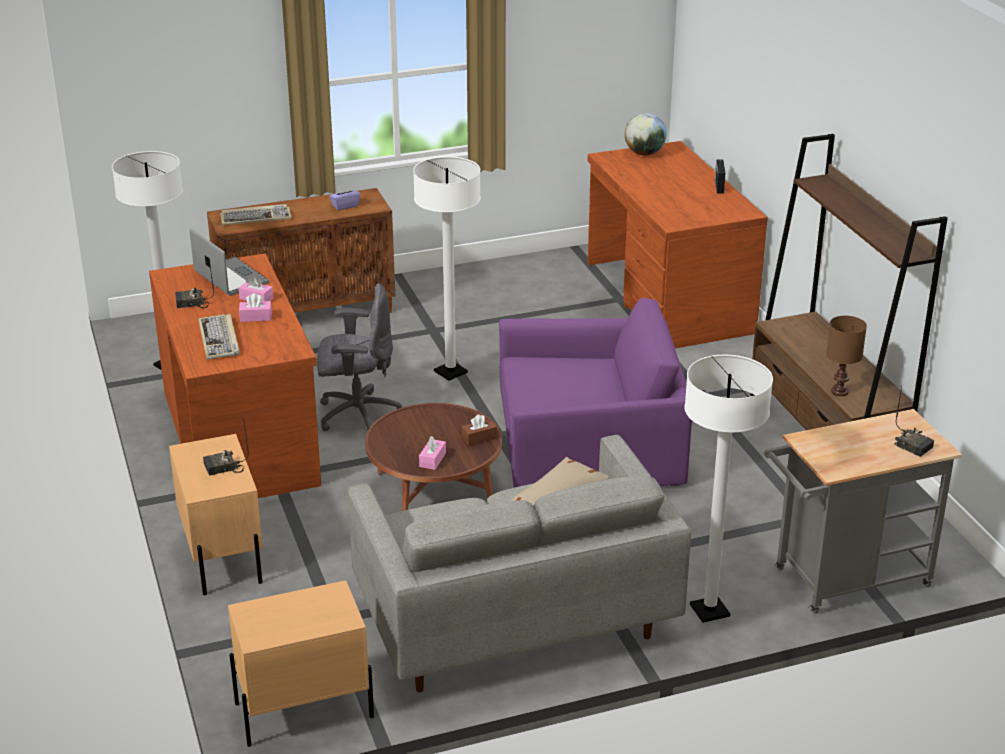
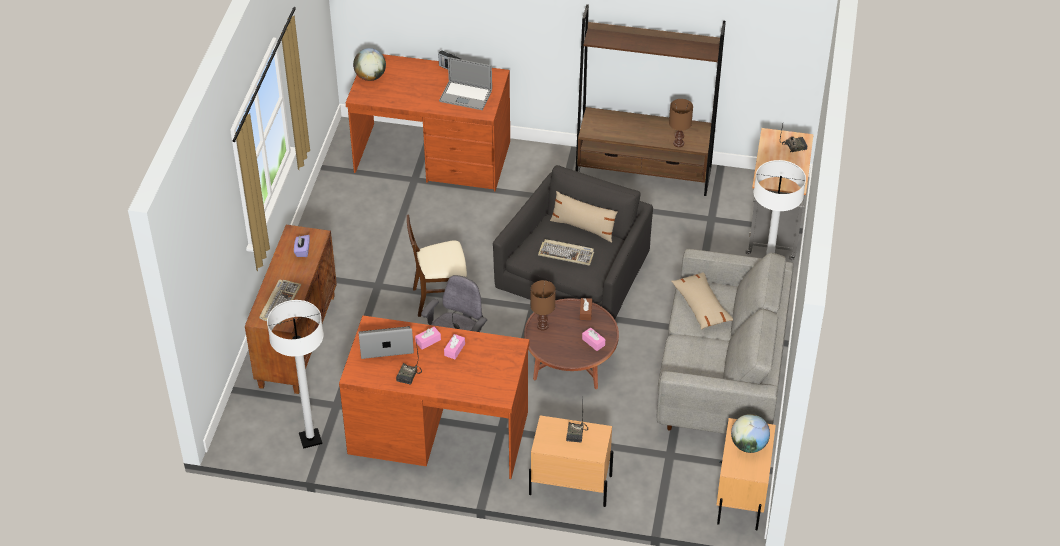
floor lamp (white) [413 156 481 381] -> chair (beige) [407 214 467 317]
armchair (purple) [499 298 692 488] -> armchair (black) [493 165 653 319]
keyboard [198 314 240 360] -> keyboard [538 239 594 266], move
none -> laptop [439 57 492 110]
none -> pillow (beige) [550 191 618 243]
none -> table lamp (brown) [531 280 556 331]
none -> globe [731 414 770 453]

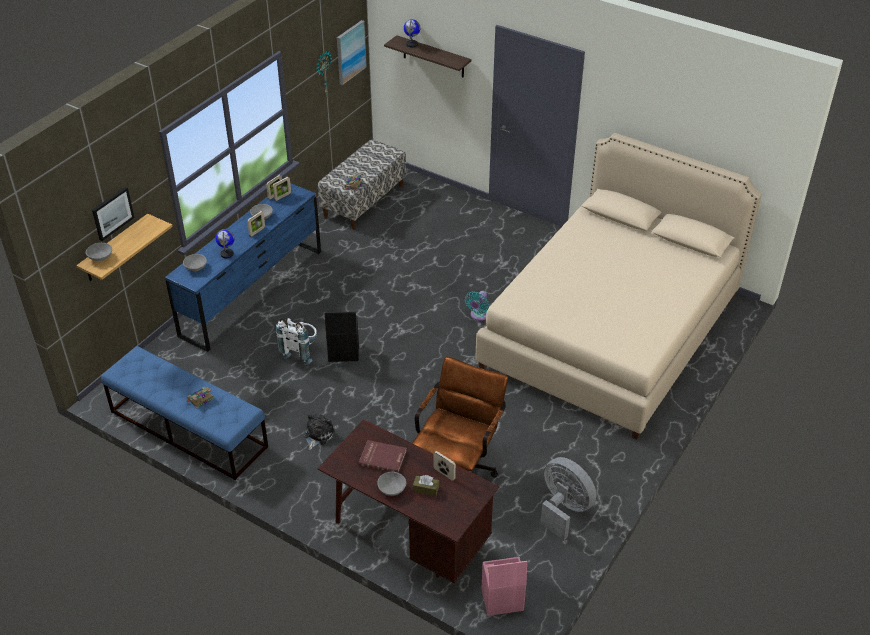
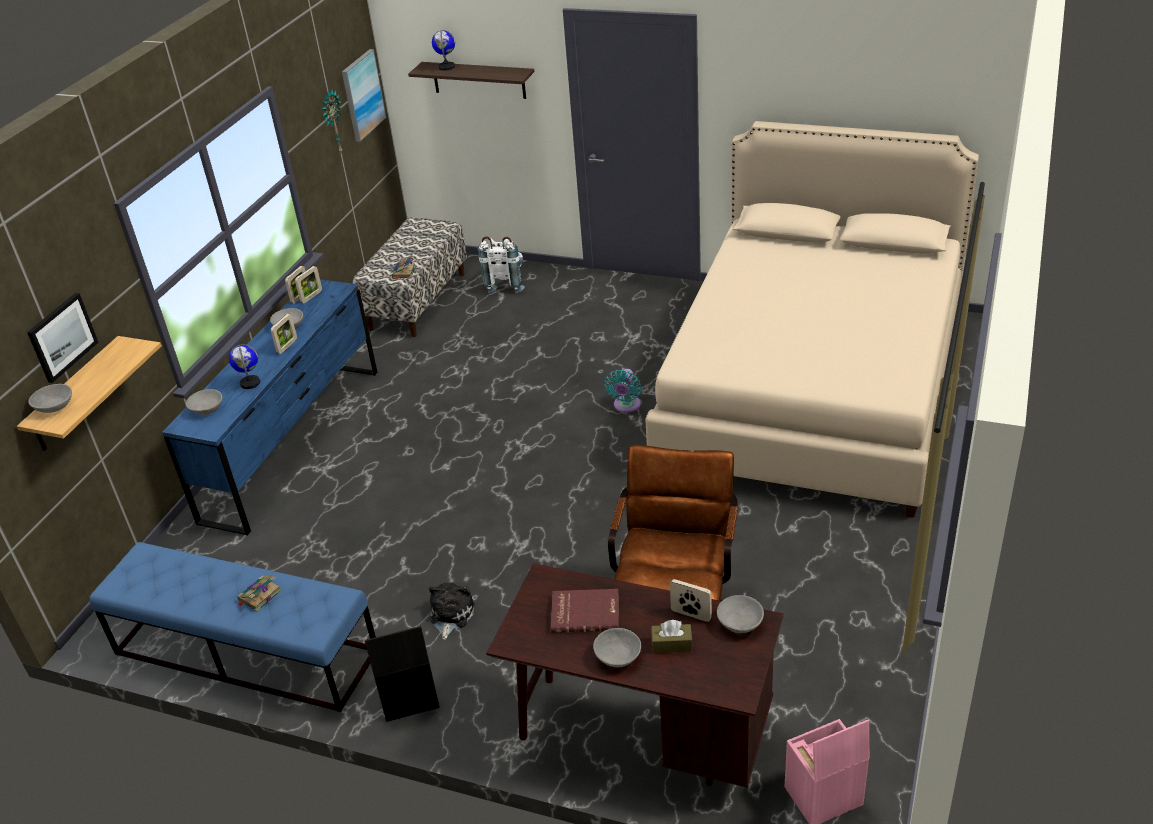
storage box (black) [324 312 359 362] -> storage box (black) [365 626 440 722], move
backpack (white) [276 318 317 365] -> backpack (white) [478 237 525 293], move
fan (grey) [541 457 596 540] -> none
none -> bowl (grey) [717 595 764 633]

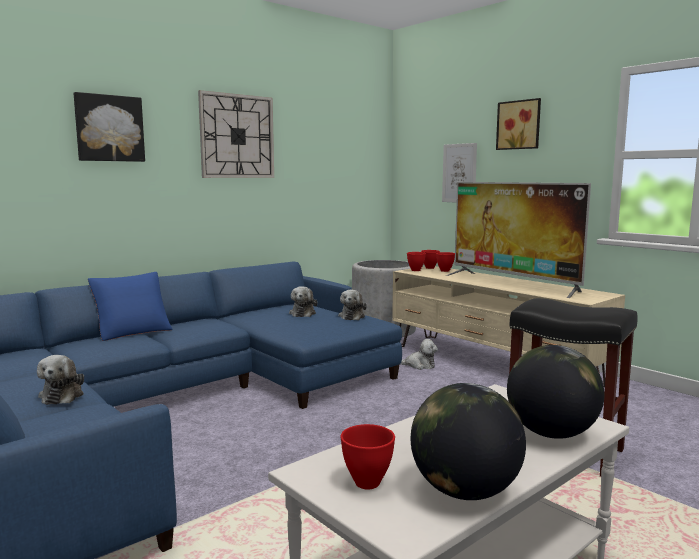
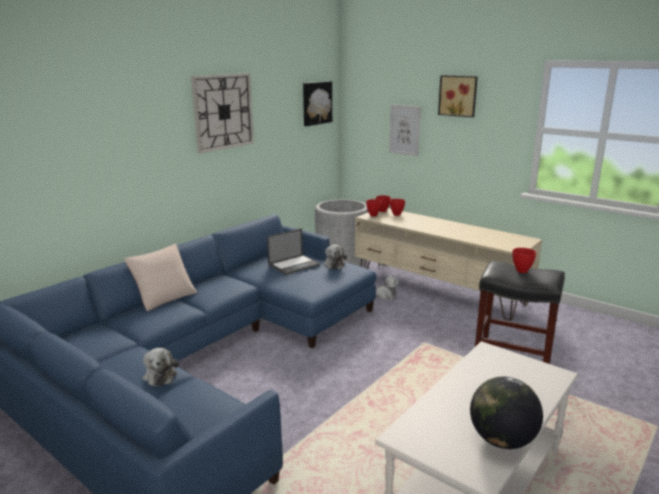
picture [74 92 145 162] -> picture [303 81 332 126], move
television [446 182 591 298] -> none
pillow (blue) [88 272 173 341] -> pillow (beige) [124 244 197 311]
plush toy [289 286 317 317] -> laptop [267 228 321 275]
globe [507 345 605 439] -> none
bowl (red) [340 424 395 489] -> bowl (red) [513 248 536 273], move

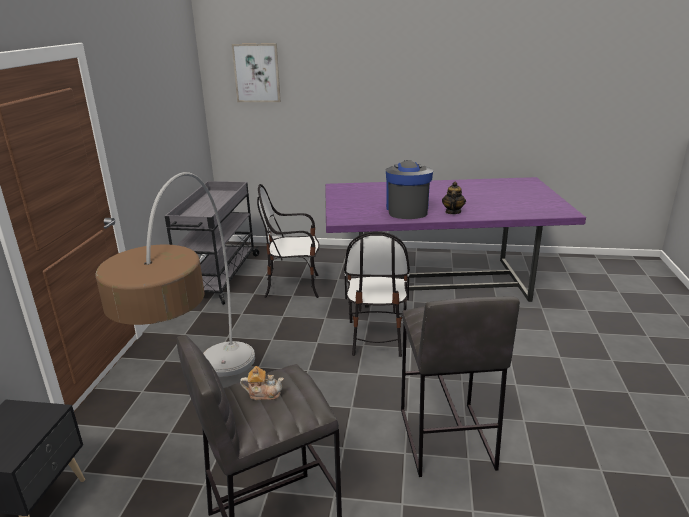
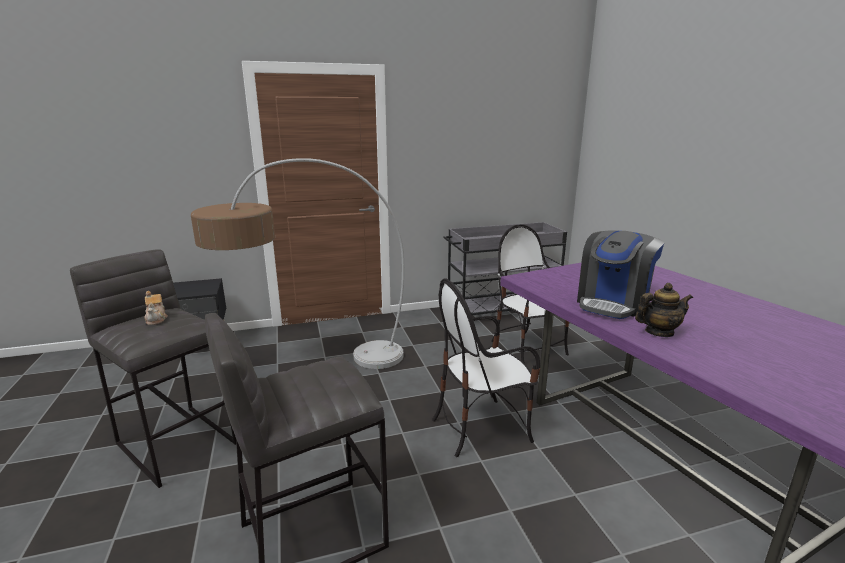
picture [232 43 281 102] -> none
coffee machine [386 160 433 219] -> coffee machine [577 230 664 319], 150 degrees clockwise

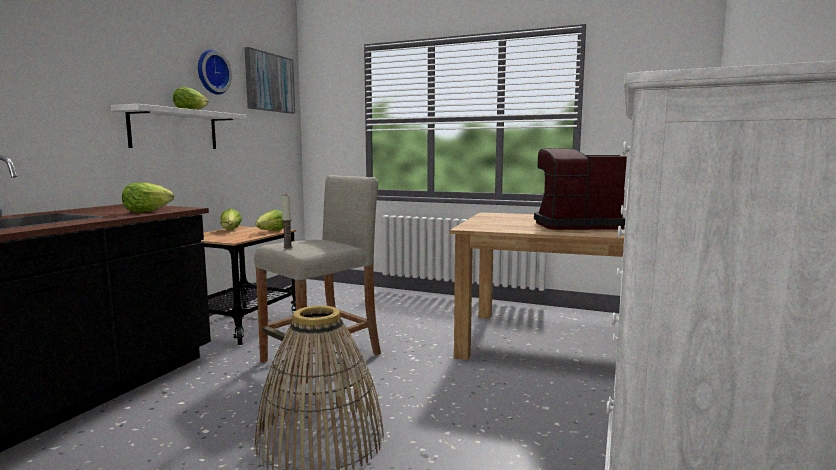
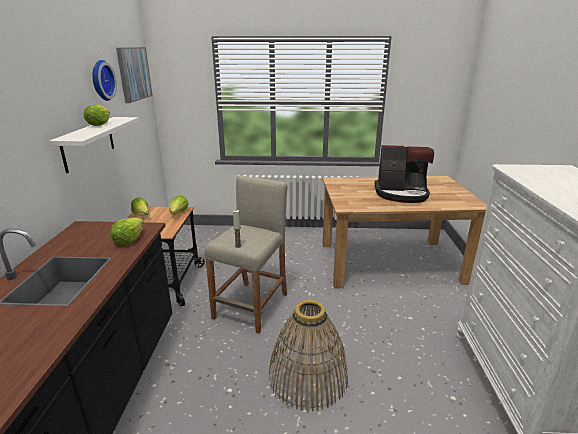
coffee machine [534 148 627 230] -> coffee machine [375 145 434 203], 150 degrees counterclockwise

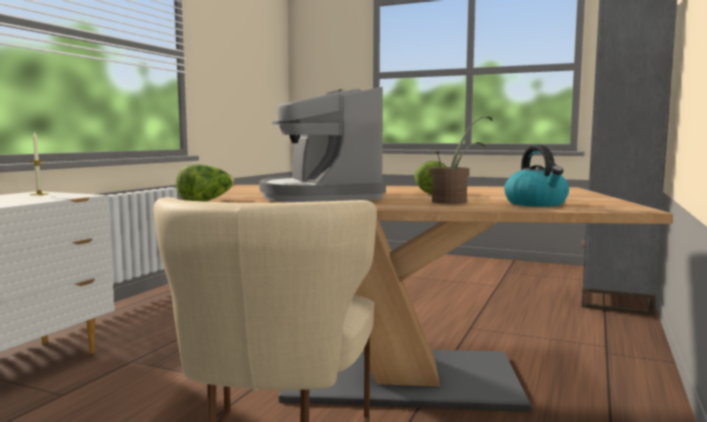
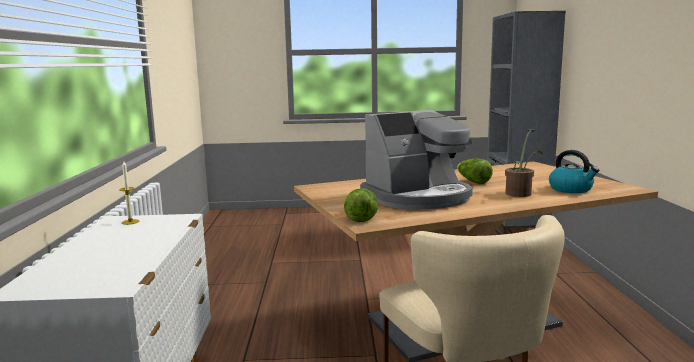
coffee machine [259 87 386 202] -> coffee machine [360 110 473 209], 75 degrees counterclockwise

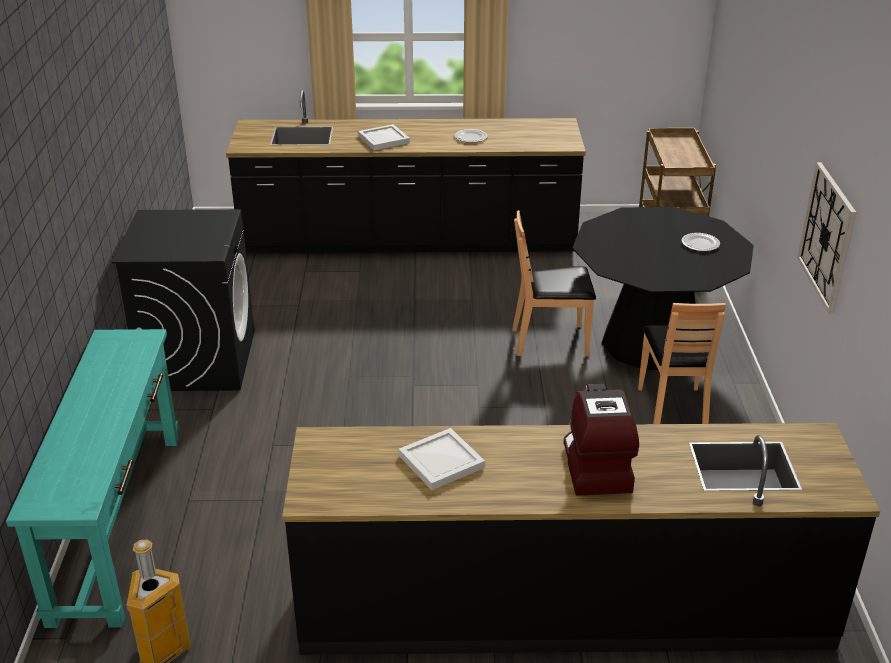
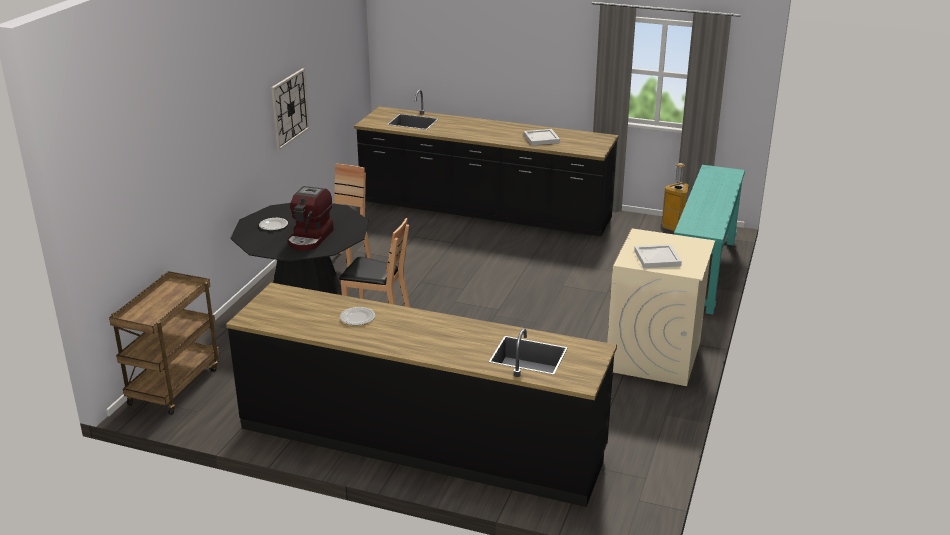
tray (white) [358 124 410 150] -> tray (white) [634 244 682 268], move
washing machine (black) [112 209 255 391] -> washing machine (beige) [607 228 715 386]
coffee machine [564 384 639 496] -> coffee machine [287 186 334 250], move

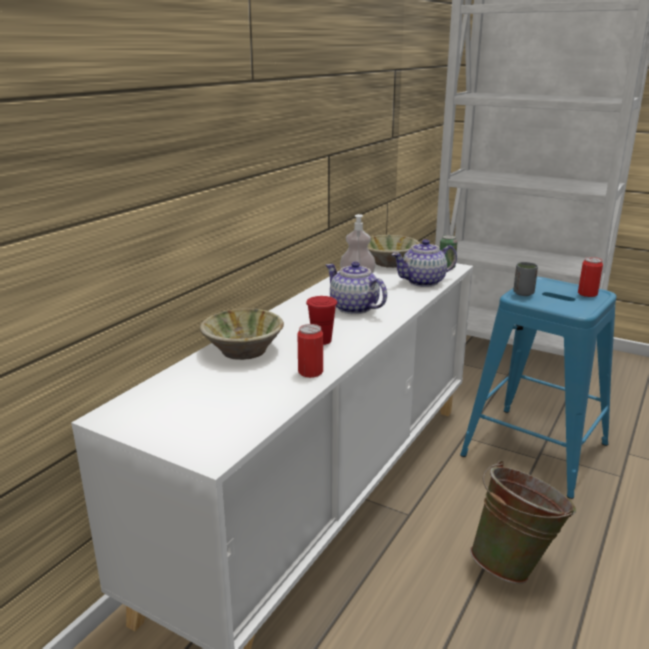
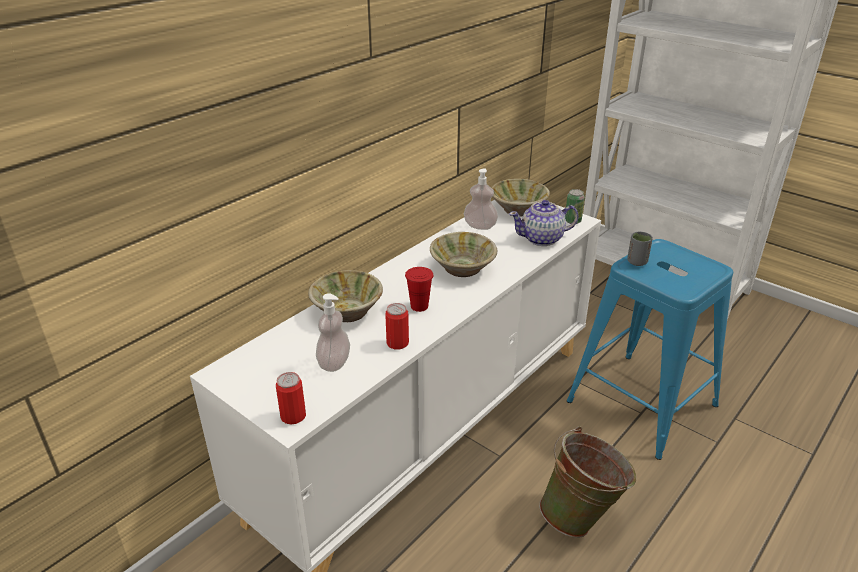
can [578 257 603 297] -> can [276 372 306 424], move
teapot [326 262 387 314] -> bowl (beige) [430 232 497 277]
none -> soap dispenser [316 293 350 372]

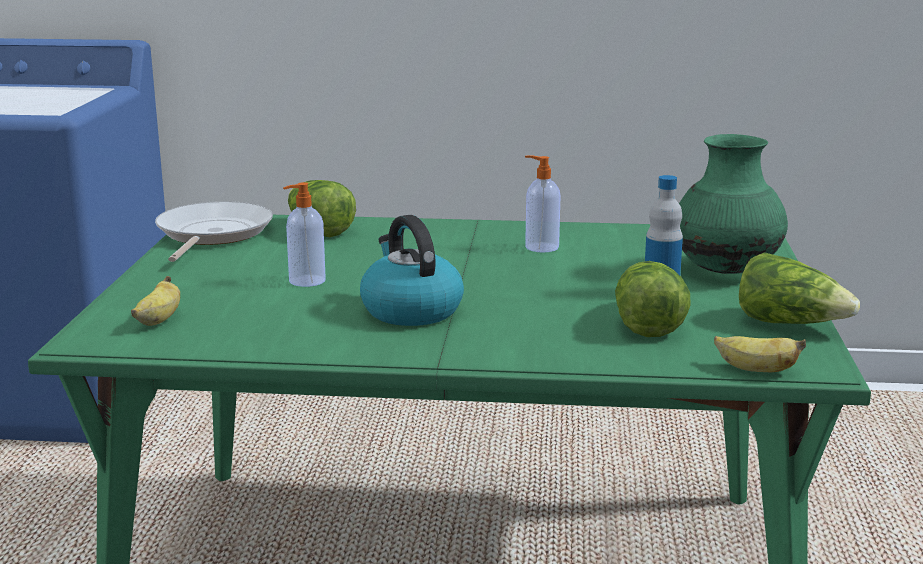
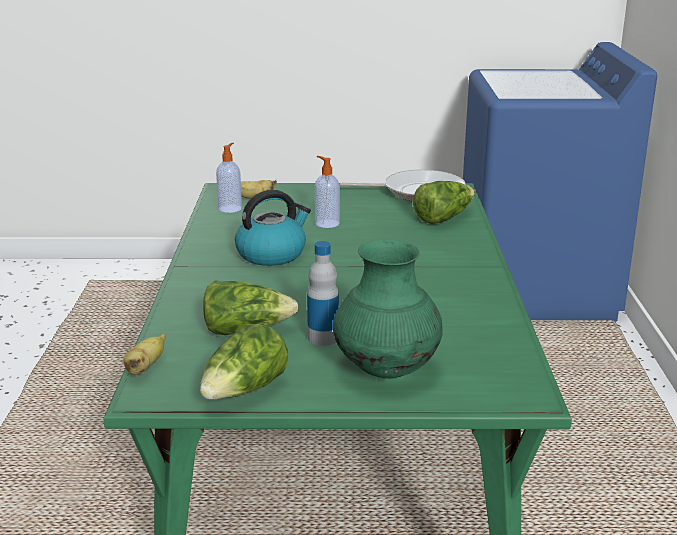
soap dispenser [525 155 561 253] -> soap dispenser [216 143 242 213], move

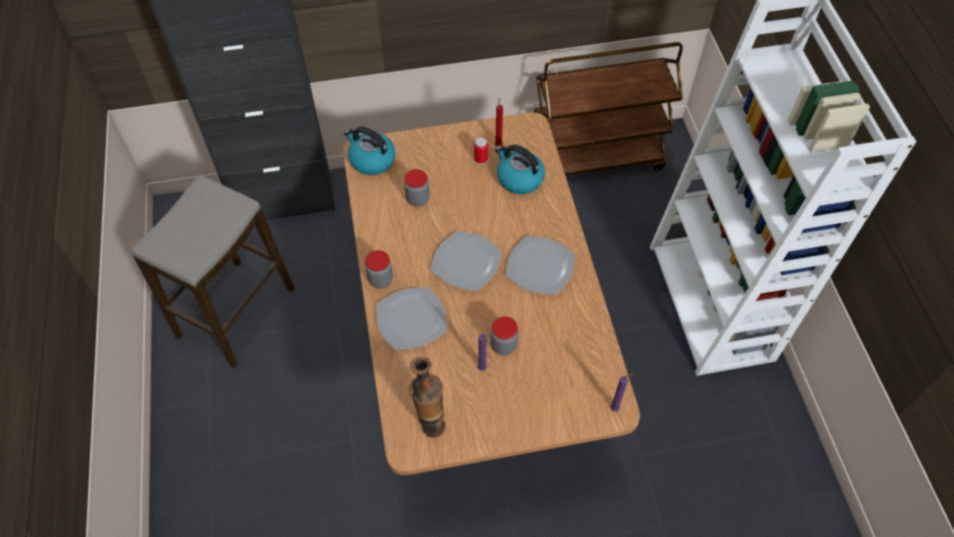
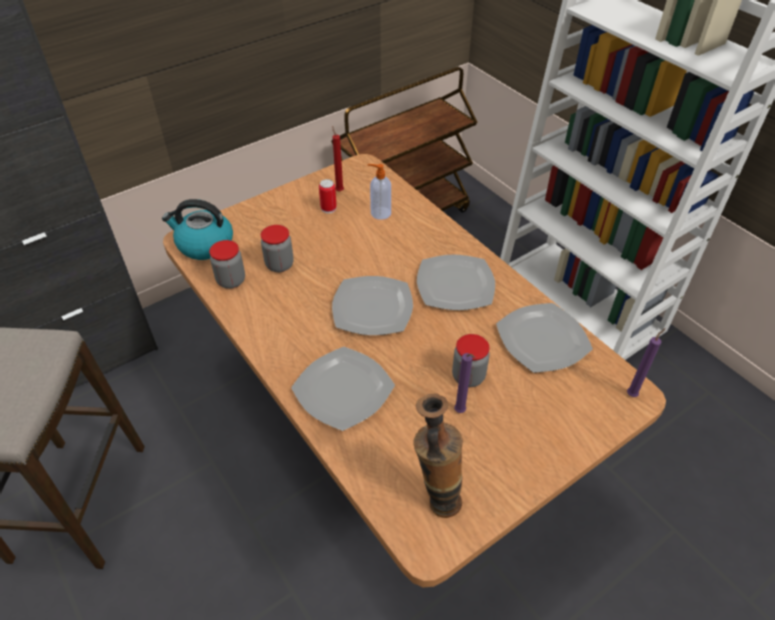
kettle [495 145 545 194] -> soap dispenser [368 164 391 220]
jar [365 250 393 288] -> jar [209 240 245 289], move
none -> plate [496 303 593 373]

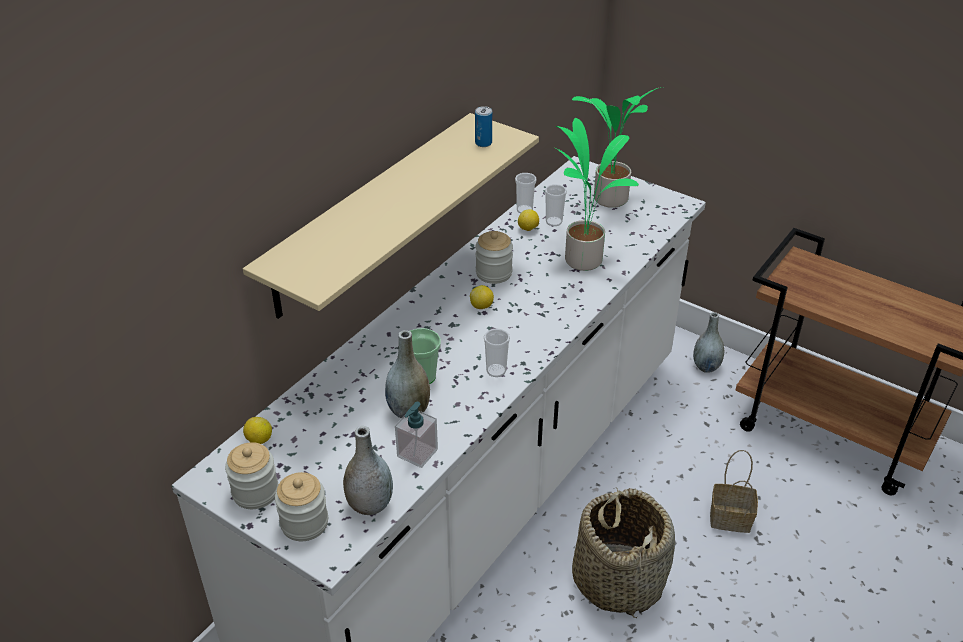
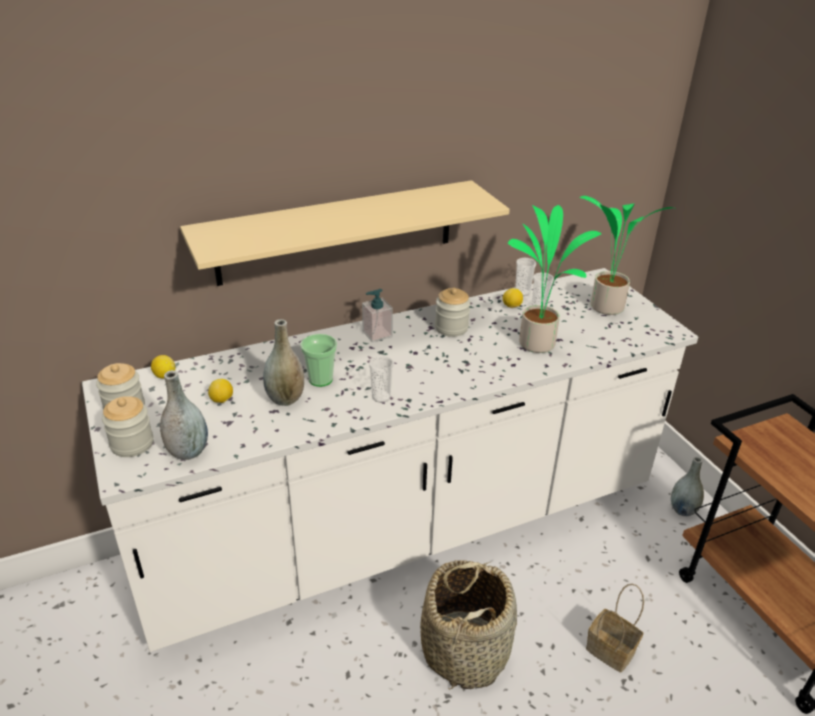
can [475 106 492 147] -> none
lemon [470 285 494 309] -> lemon [208 379 233 403], move
soap dispenser [395 402 438 468] -> soap dispenser [362 289 393 343], move

